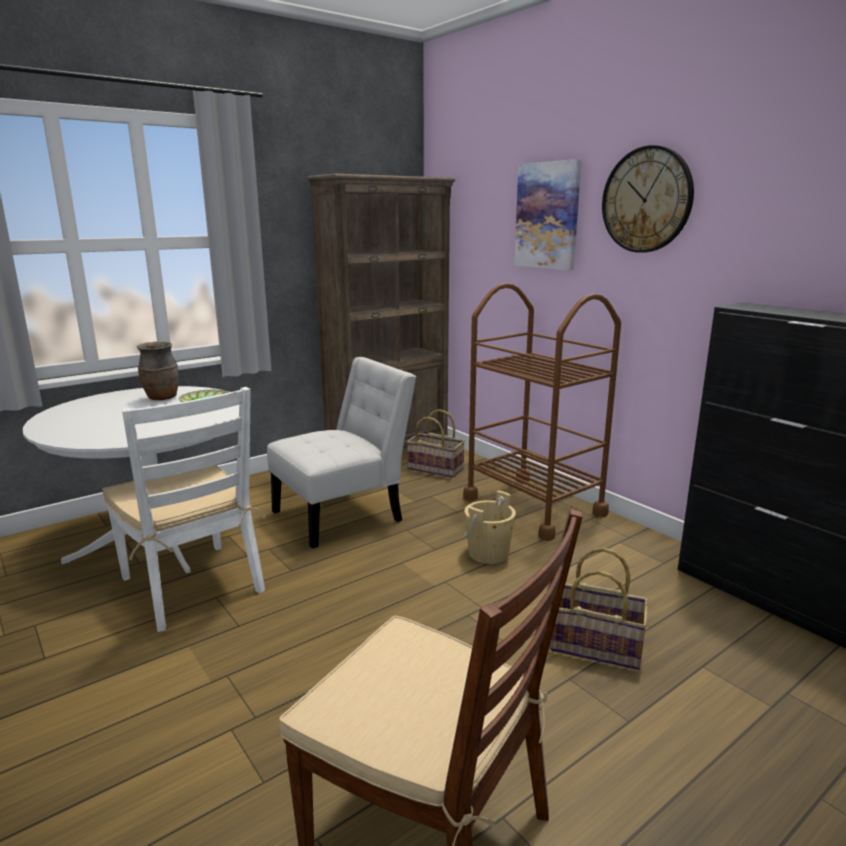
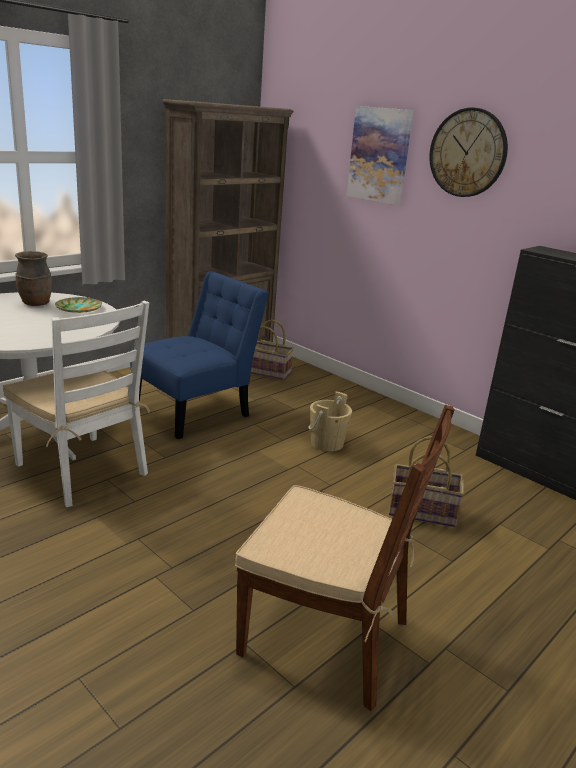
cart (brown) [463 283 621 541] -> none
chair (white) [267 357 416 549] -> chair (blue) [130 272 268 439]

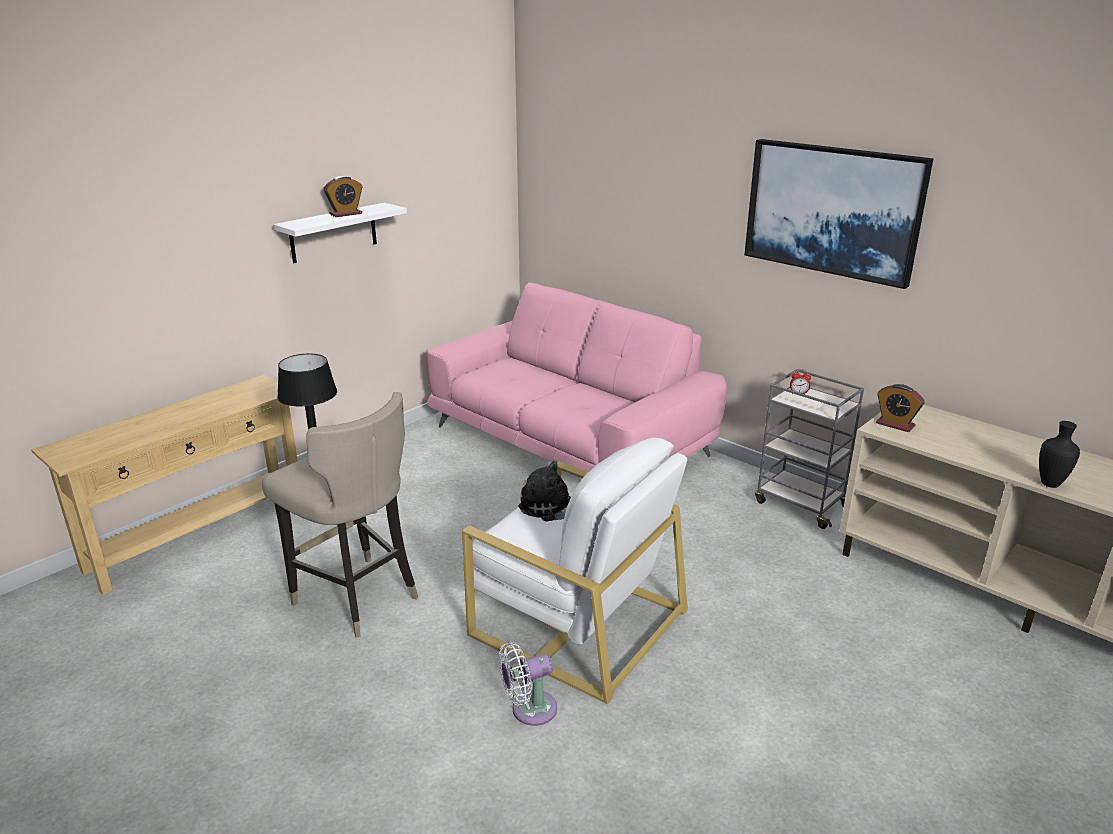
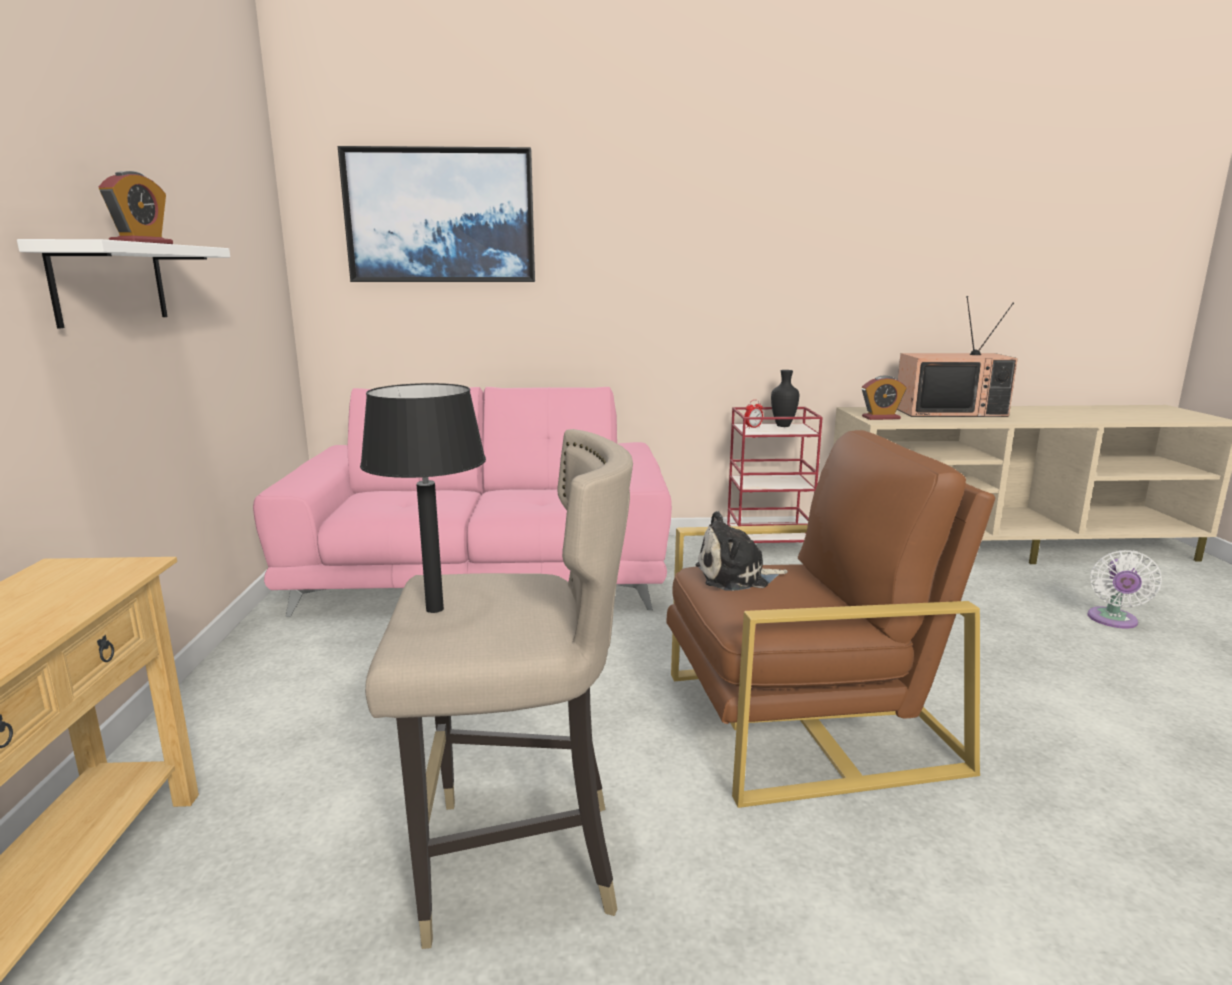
picture [745 139 933 289] -> picture [338 146 535 282], move
cart (grey) [755 369 864 529] -> cart (red) [727 407 823 543]
vase (black) [1039 421 1080 488] -> vase (black) [771 370 799 427], move
armchair (white) [462 437 688 704] -> armchair (brown) [666 430 996 808]
fan (white) [499 642 557 726] -> fan (white) [1088 550 1162 629], move
none -> television [897 296 1018 417]

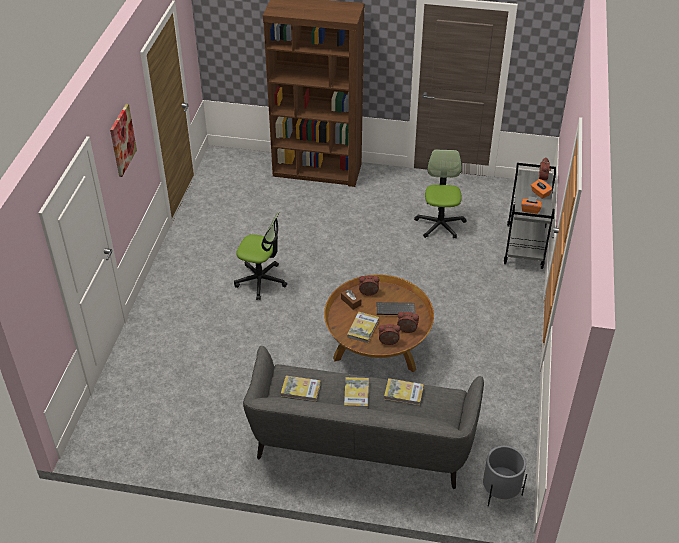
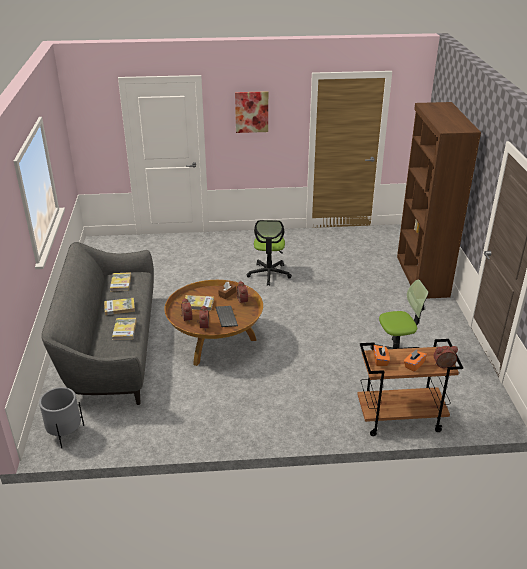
cart (grey) [504 163 556 269] -> cart (brown) [357 339 463 436]

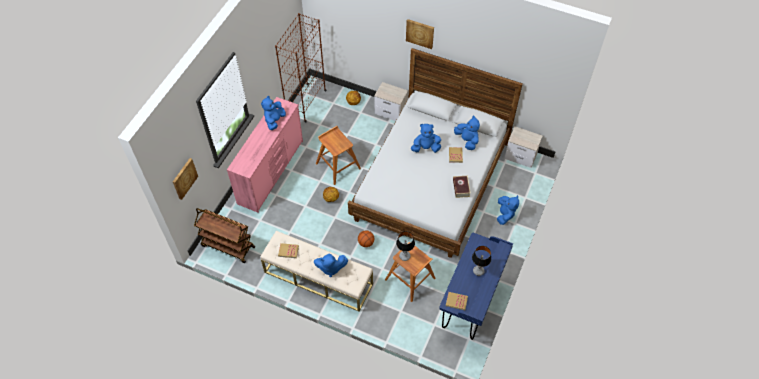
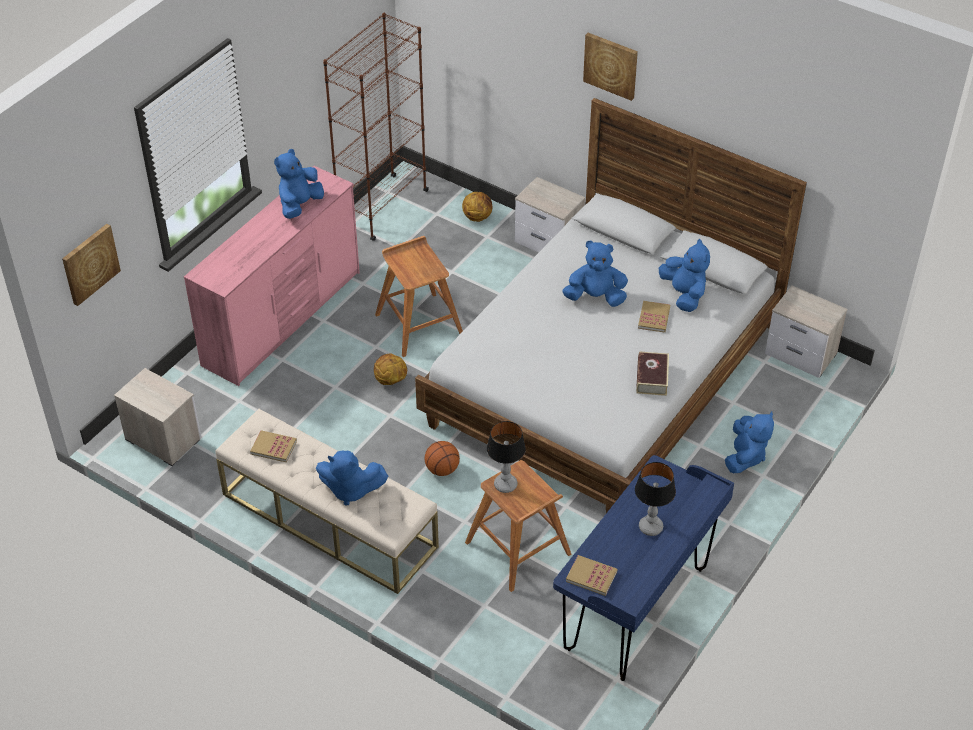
cart (brown) [194 208 255 263] -> nightstand [114 368 202 466]

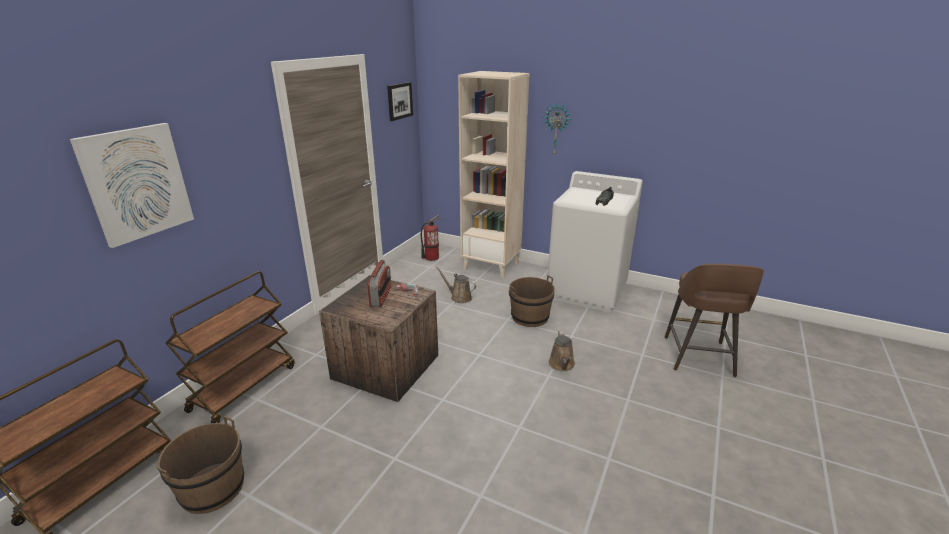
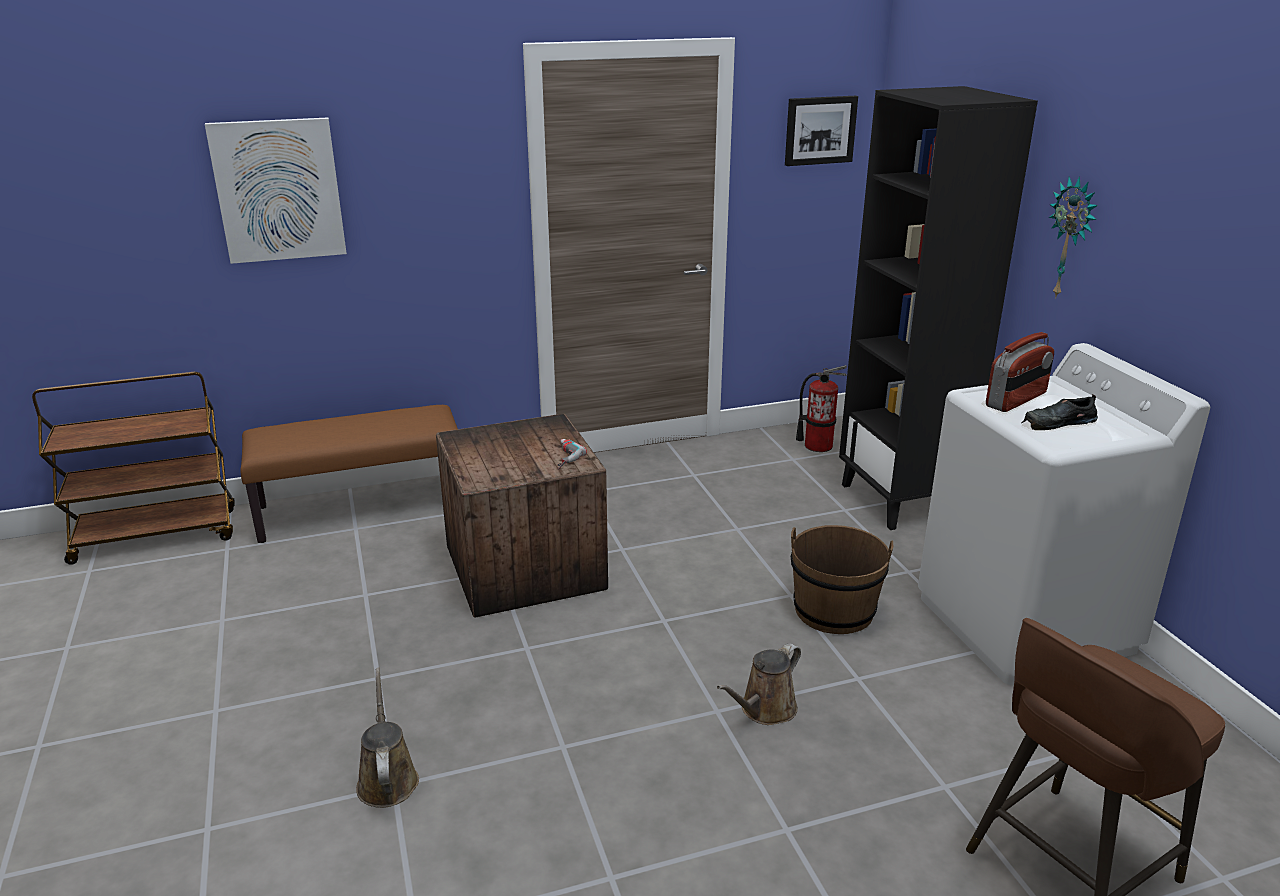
bookcase (beige) [458 71 530 279] -> bookcase (black) [839 86 1038 530]
radio [367 260 391 307] -> radio [986 332 1054 412], move
watering can (brown) [436 266 477 303] -> watering can (brown) [356 667 419 808], move
cart (brown) [166 271 295 423] -> bench (brown) [240 405 458 543]
bucket (brown) [156 416 244 514] -> none

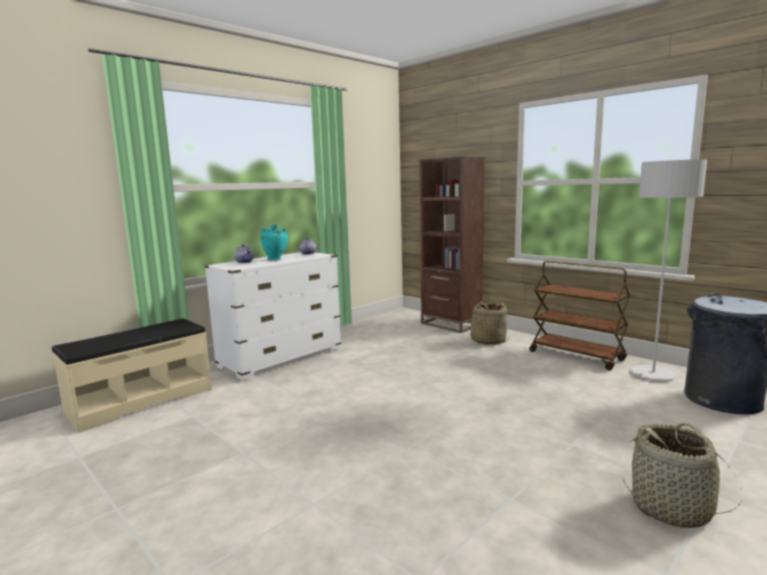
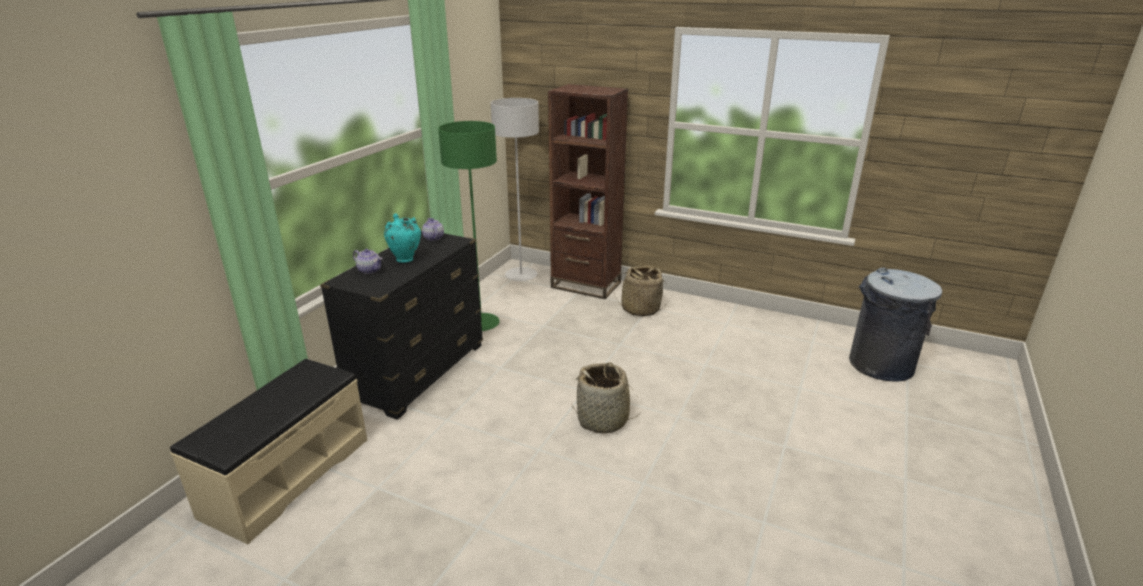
floor lamp (grey) [632 159 707 380] -> floor lamp (grey) [491 98 539 281], move
dresser (white) [205 252 342 381] -> dresser (black) [320 230 483 420]
cart (brown) [529 261 631 370] -> none
basket [623 423 742 528] -> basket [572 363 637 434], move
none -> floor lamp (green) [438 121 500 331]

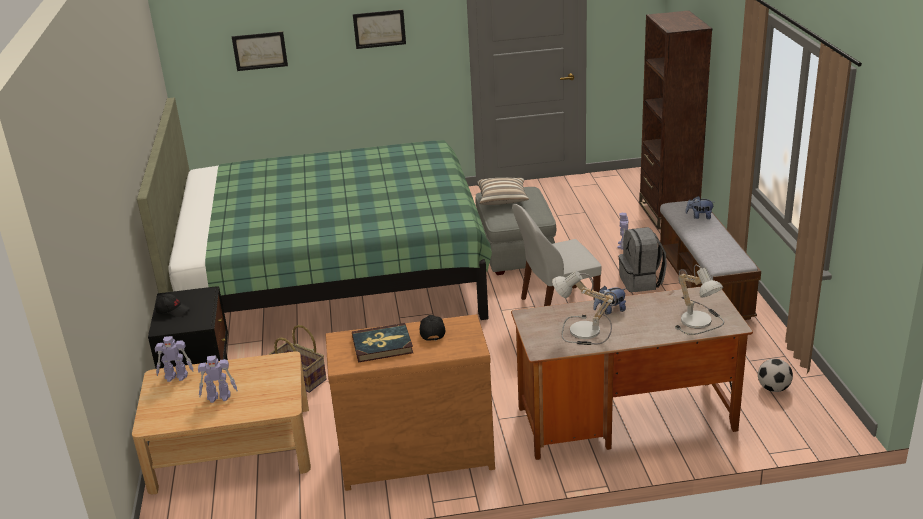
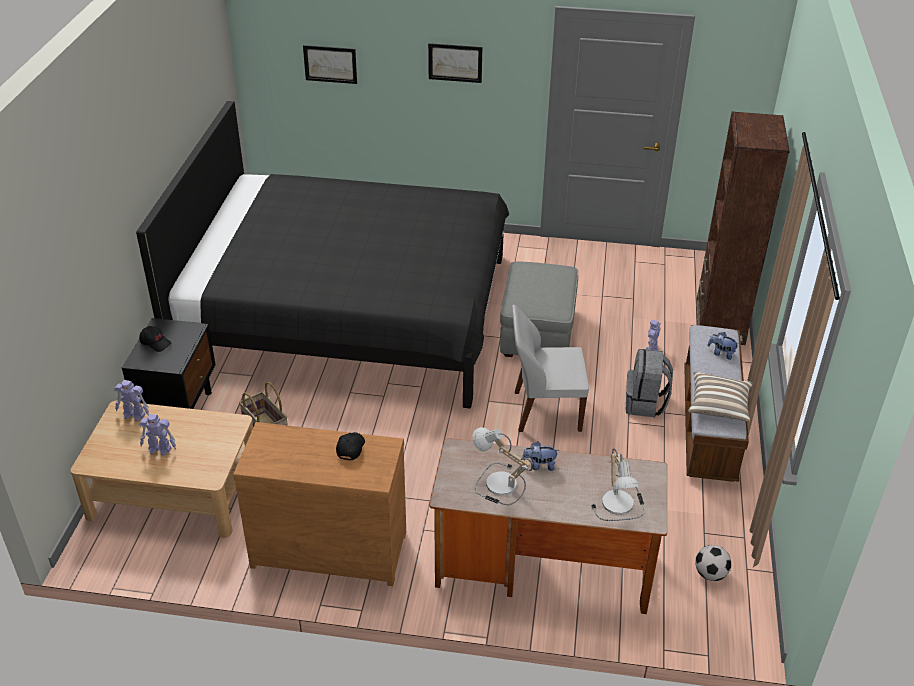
bed (green) [137 97 492 320] -> bed (black) [136 101 509 409]
pillow [477 178 529 205] -> pillow [688 372 753 422], move
book [352 323 413 362] -> none

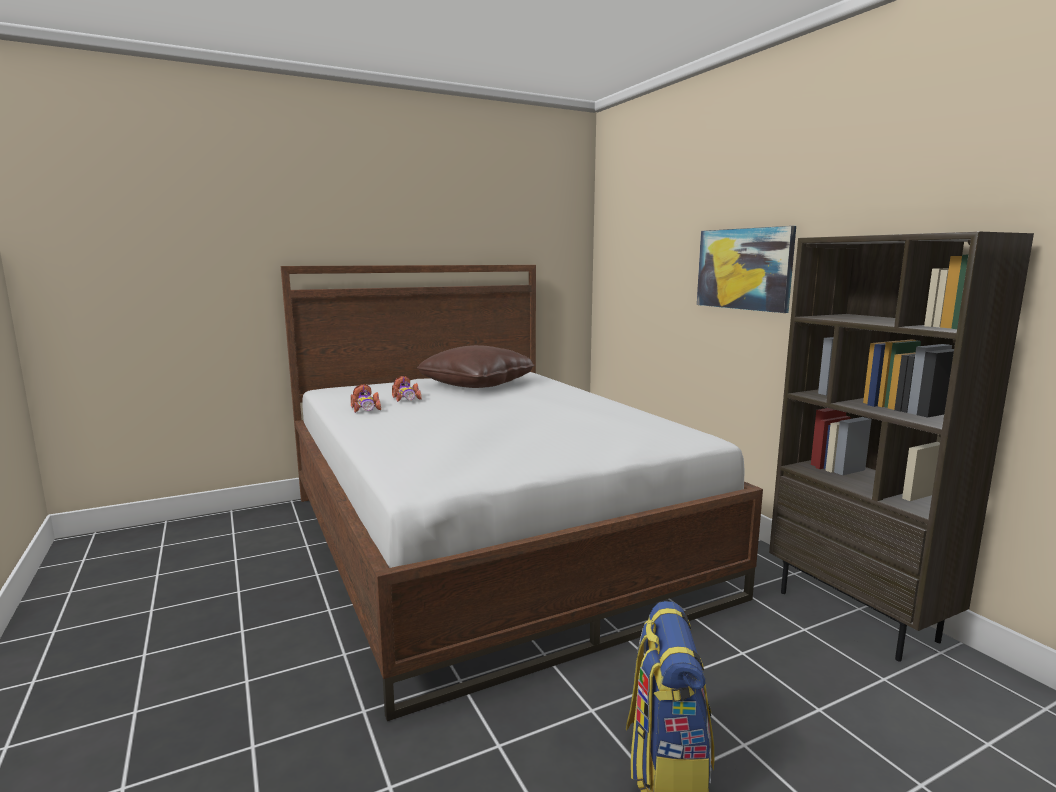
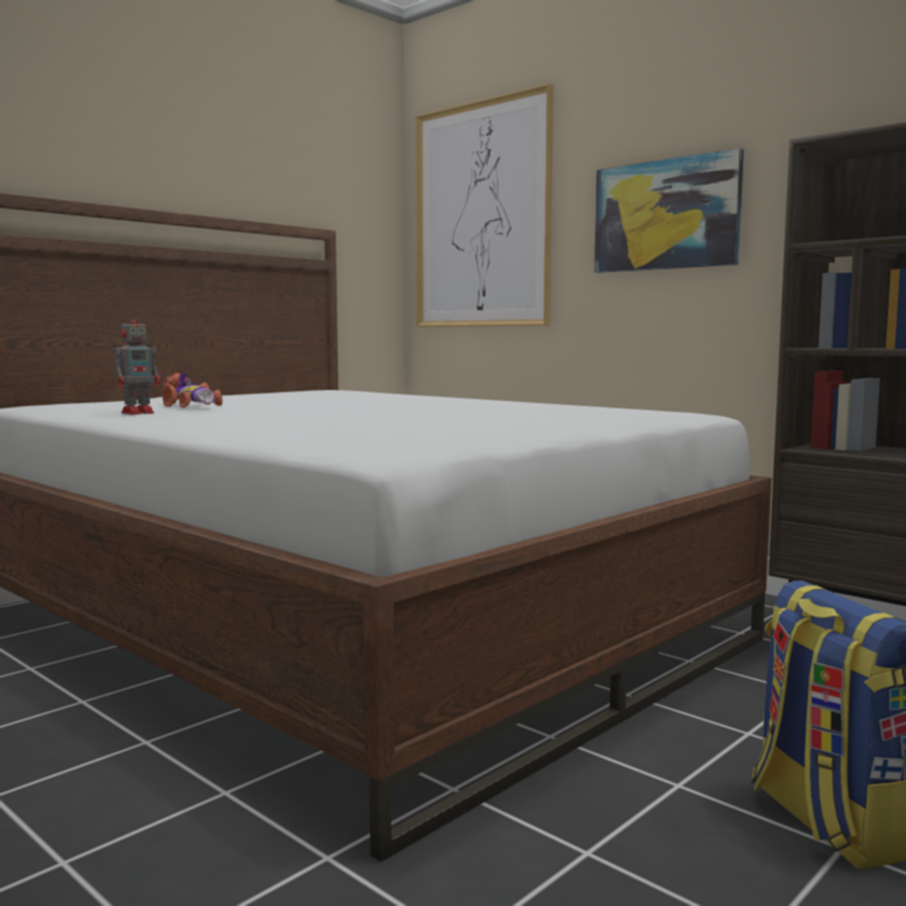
pillow (brown) [417 345 535 388] -> none
toy car [351 384 381 412] -> toy robot [114 311 160 415]
none -> picture [415 83 553 327]

